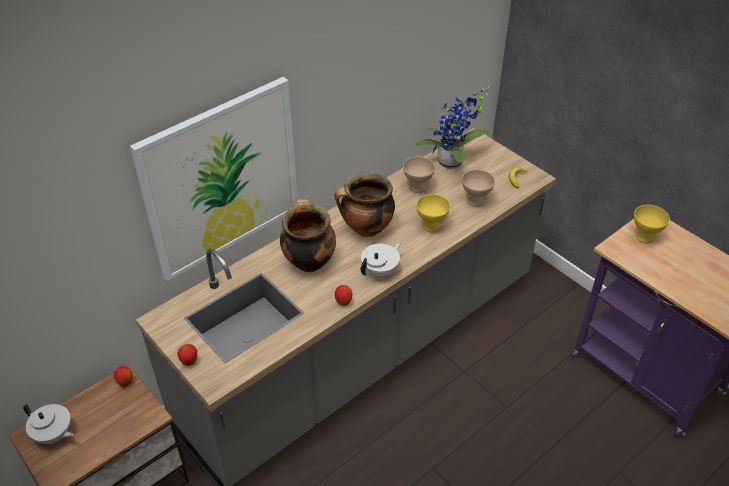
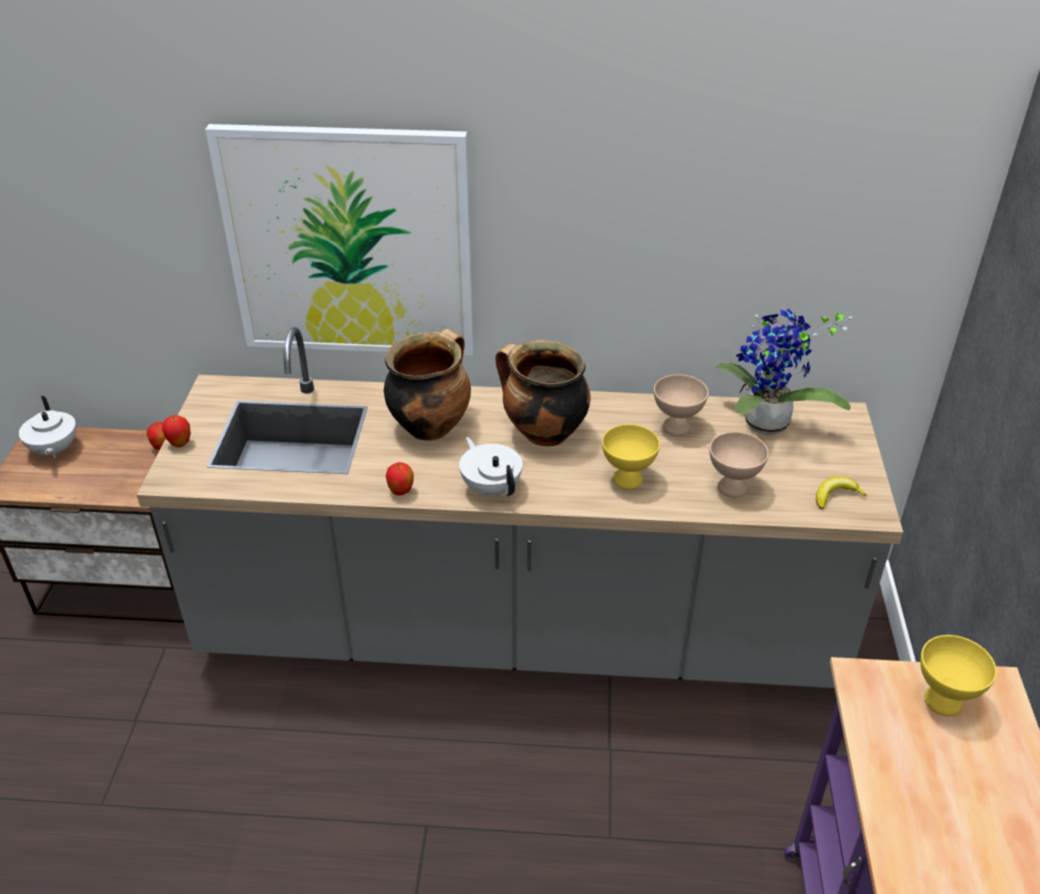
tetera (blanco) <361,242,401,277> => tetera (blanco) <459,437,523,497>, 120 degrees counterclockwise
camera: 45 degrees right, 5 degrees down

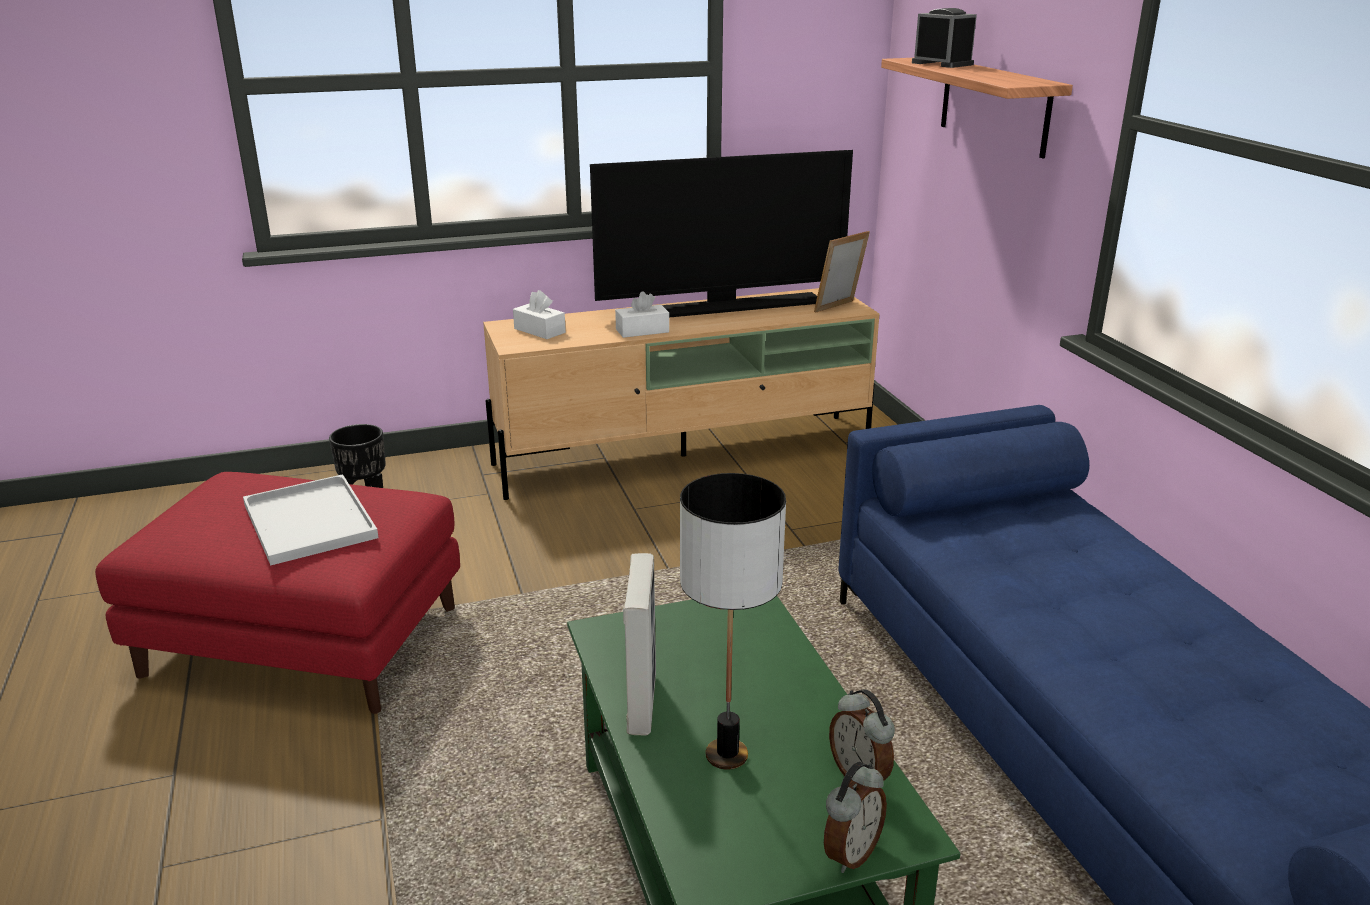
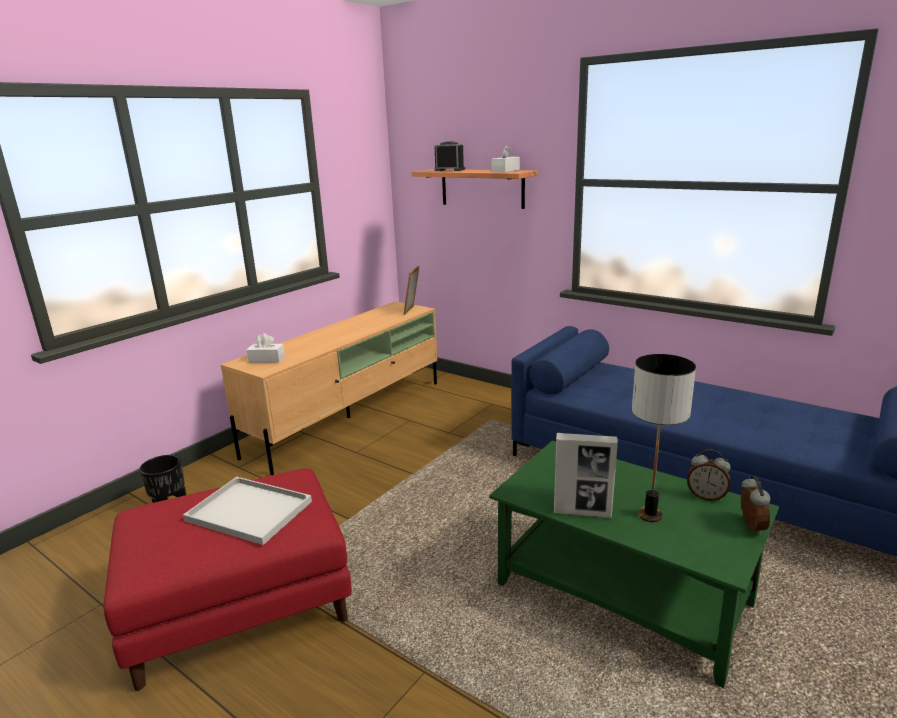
televisor <590,150,853,317> => nothing
caja de pañuelos (blanco) <615,291,669,338> => caja de pañuelos (blanco) <492,145,520,172>, shifted
portarretratos <623,553,656,735> => portarretratos <554,433,618,518>, 135 degrees clockwise
camera: 35 degrees left, 5 degrees down

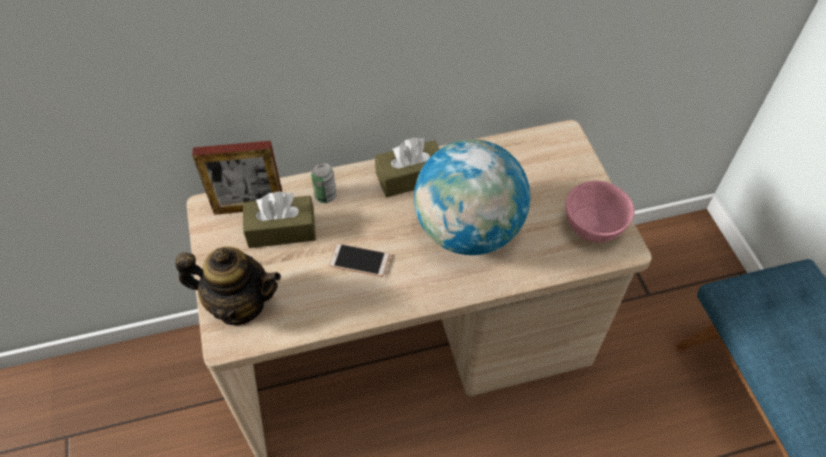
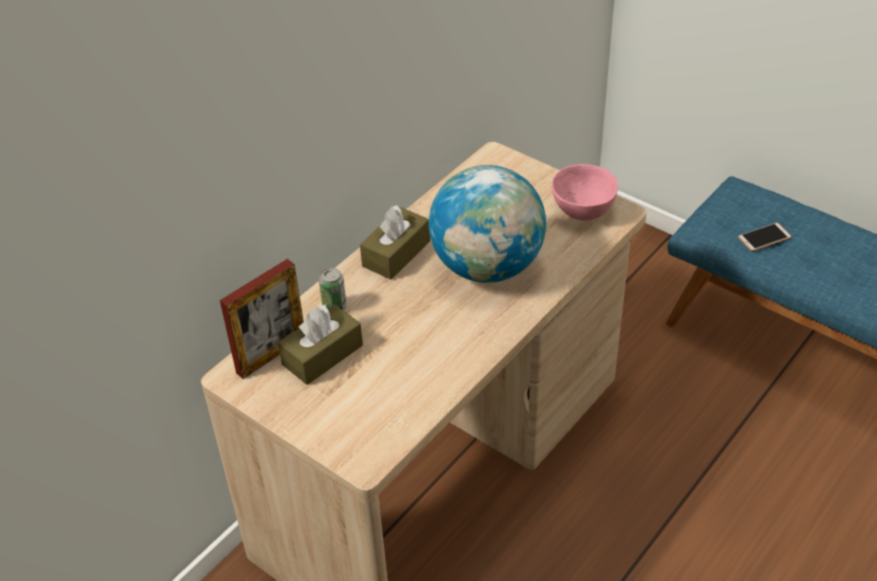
tetera <175,247,281,325> => nothing
móvil <329,243,390,277> => móvil <738,223,791,251>, shifted
camera: 35 degrees left, 10 degrees down

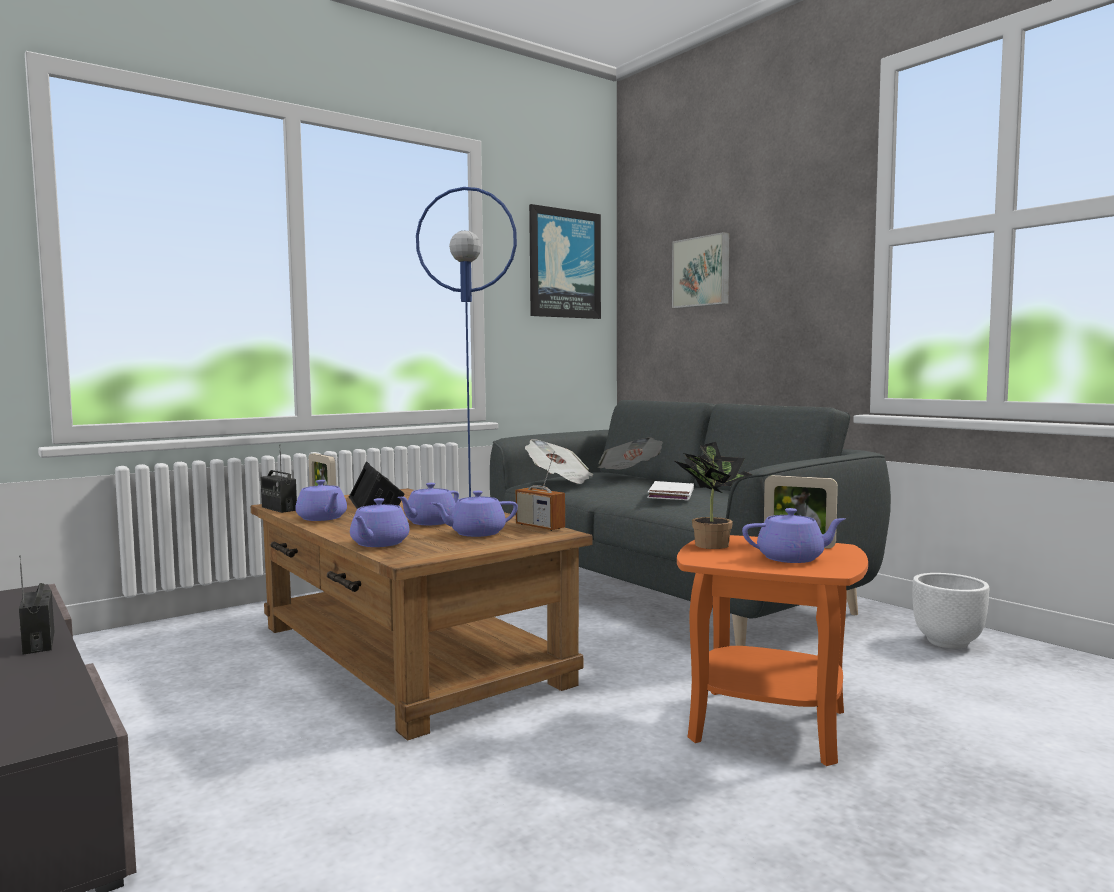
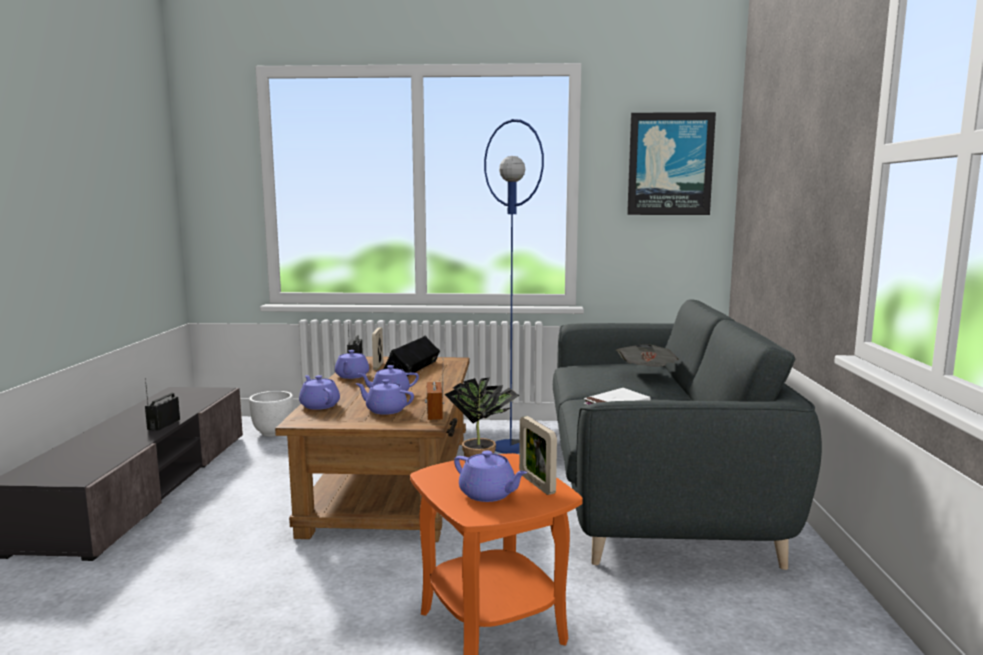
tetera (morado) <350,498,409,547> => tetera (morado) <299,375,340,410>, 90 degrees clockwise
periódico <525,439,593,484> => nothing
cuadro <672,232,729,308> => nothing
maceta (blanco) <912,573,989,649> => maceta (blanco) <249,391,293,437>, shifted
camera: 40 degrees right, 5 degrees up

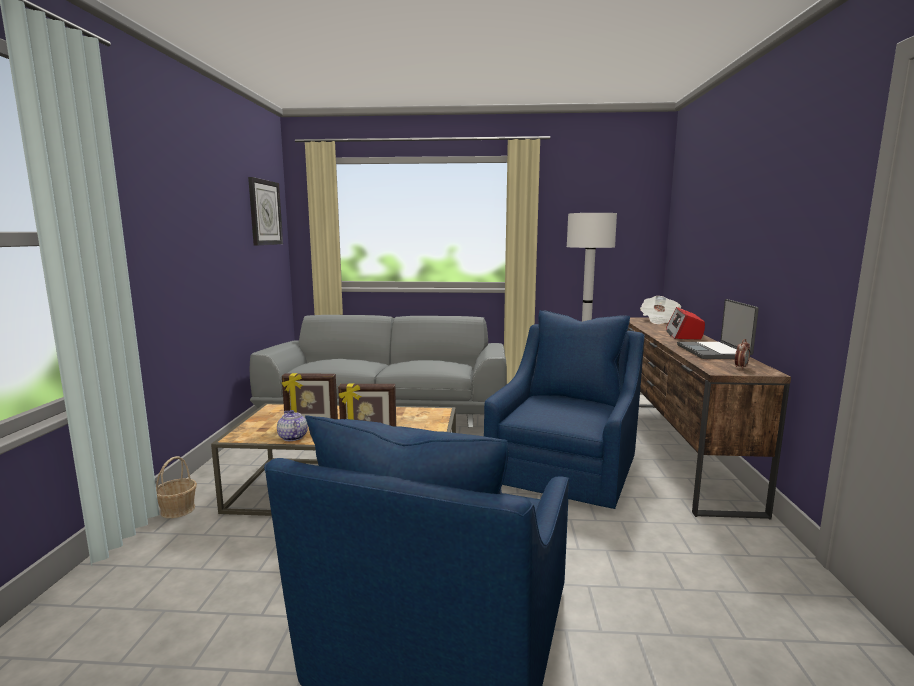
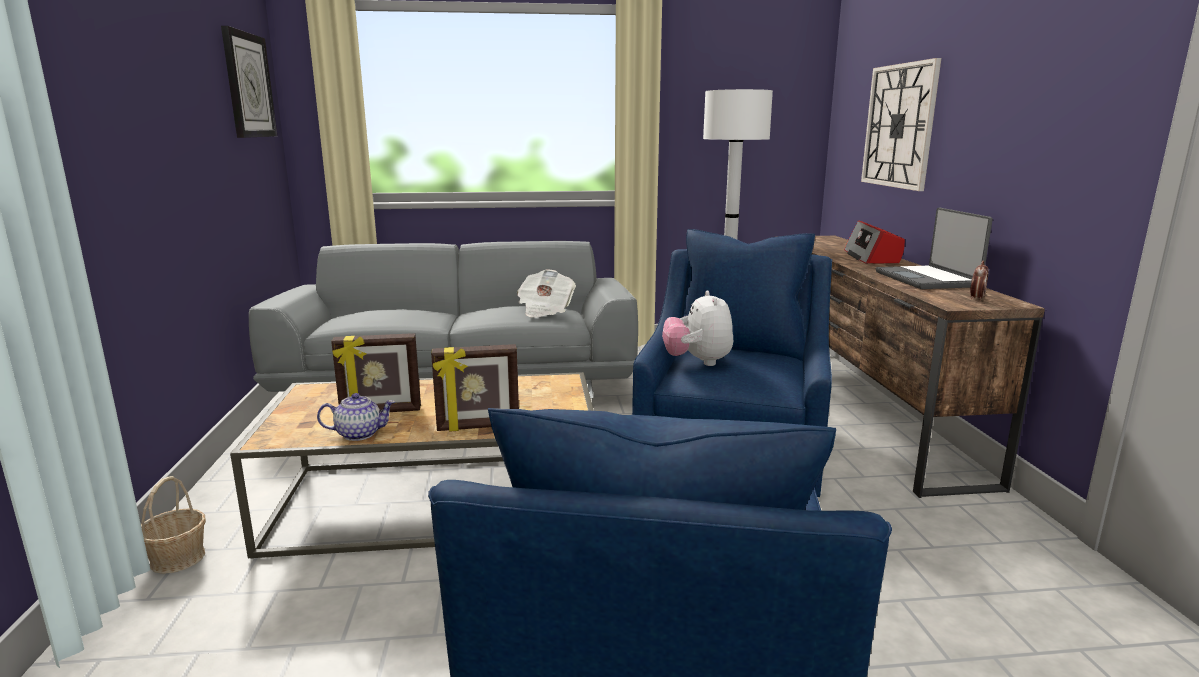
tetera <277,410,308,441> => tetera <317,393,395,441>, 120 degrees clockwise
periódico <640,296,681,324> => periódico <517,270,576,318>, shifted
nothing => peluche <662,290,733,366>
nothing => reloj de pared <861,58,941,191>
camera: 10 degrees left, 5 degrees up

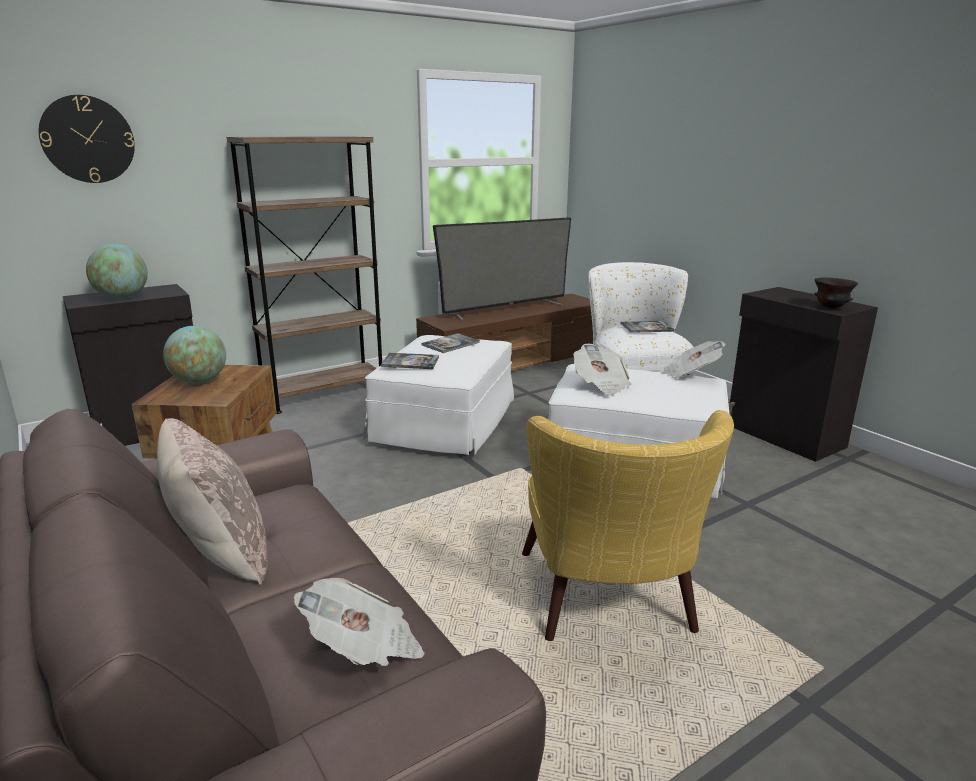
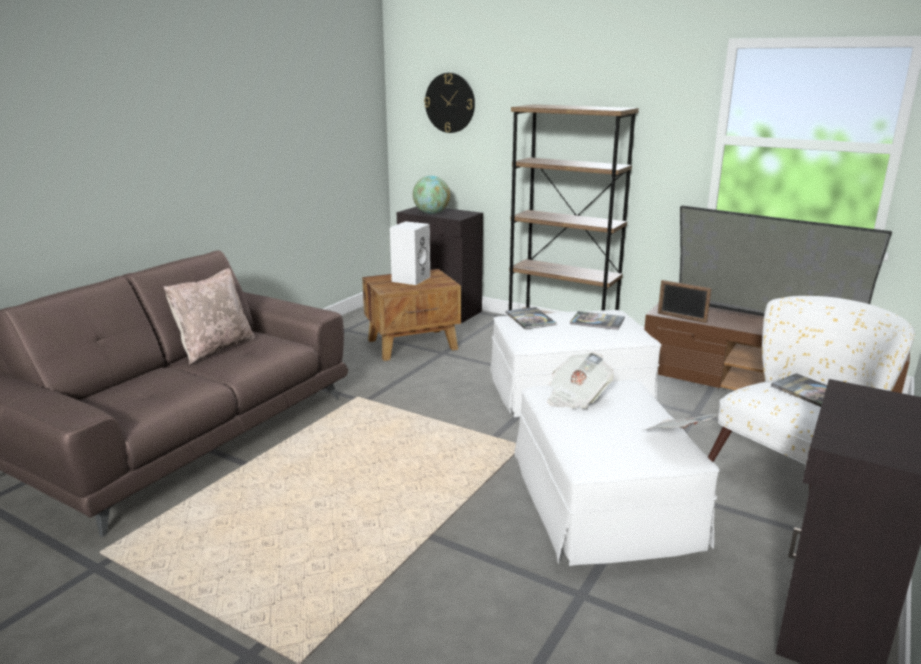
globo terráqueo <163,326,226,384> => altavoz (blanco) <390,221,430,285>
periódico <294,578,425,666> => nothing
sillón (amarillo) <522,410,734,641> => nothing
cuenco (negro) <814,278,858,309> => nothing
nothing => portarretratos <658,280,712,323>
camera: 65 degrees right, 0 degrees up

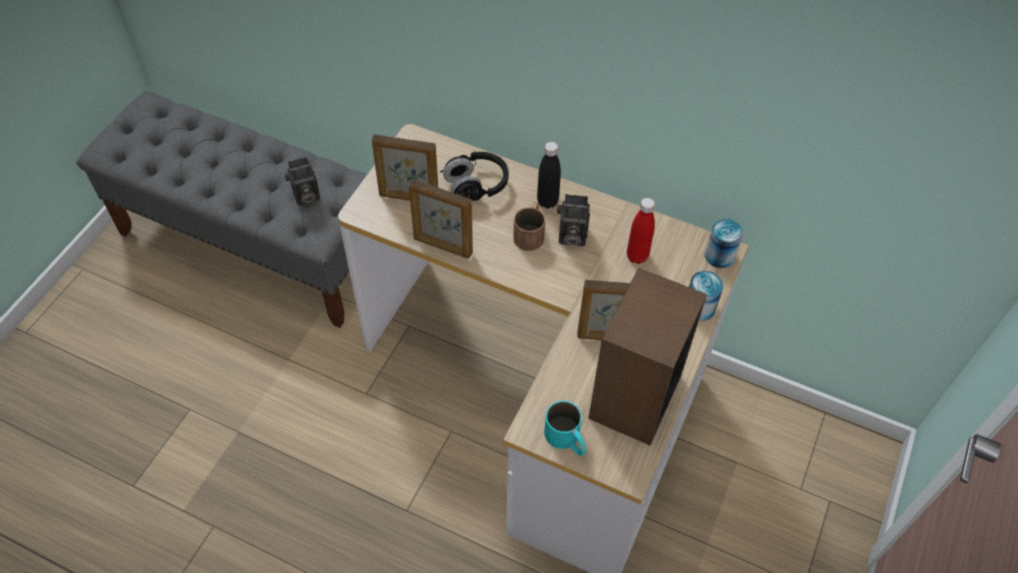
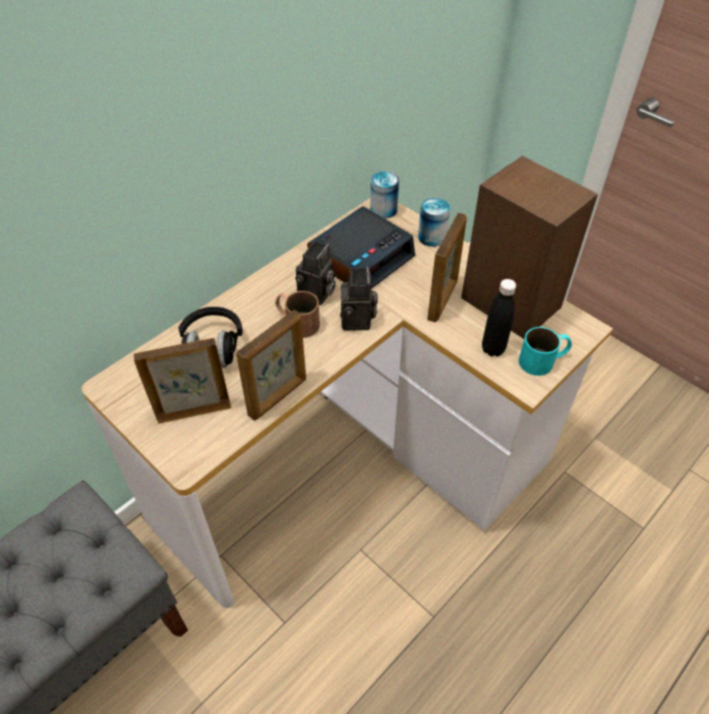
cámara <284,157,320,206> => cámara <340,266,378,331>, shifted
portarretratos <372,134,438,201> => portarretratos <134,338,231,424>, 135 degrees counterclockwise
botella (negro) <537,142,561,209> => botella (negro) <482,279,516,356>, shifted
botella (rojo) <627,198,655,264> => despertador <307,206,415,289>
camera: 70 degrees left, 5 degrees down

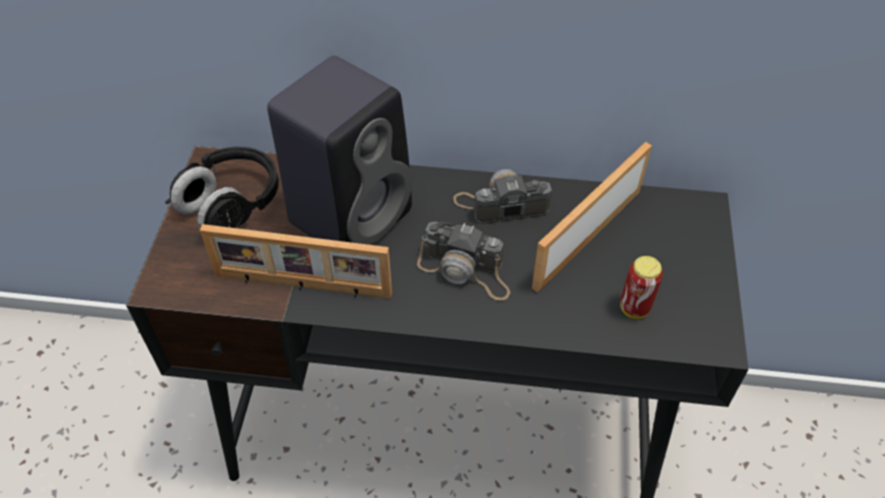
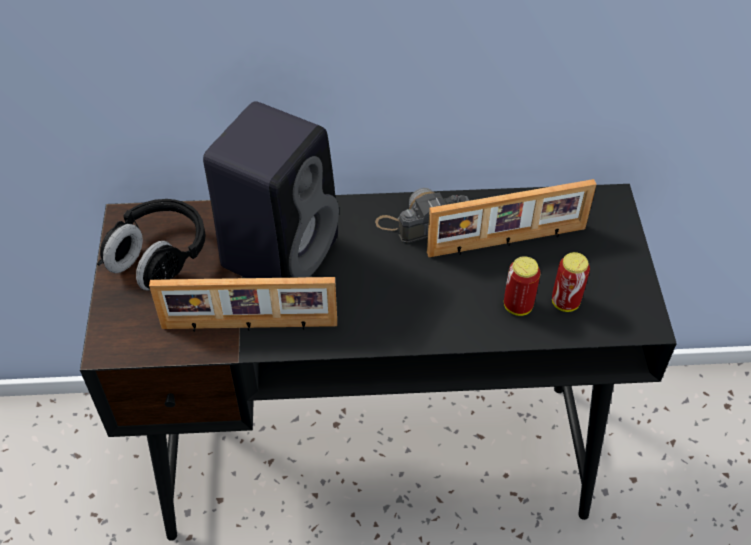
cámara <417,221,510,300> => nothing
portarretratos <532,142,652,292> => portarretratos <427,179,597,257>, 135 degrees counterclockwise
nothing => lata <504,256,541,316>
camera: 10 degrees left, 0 degrees up

